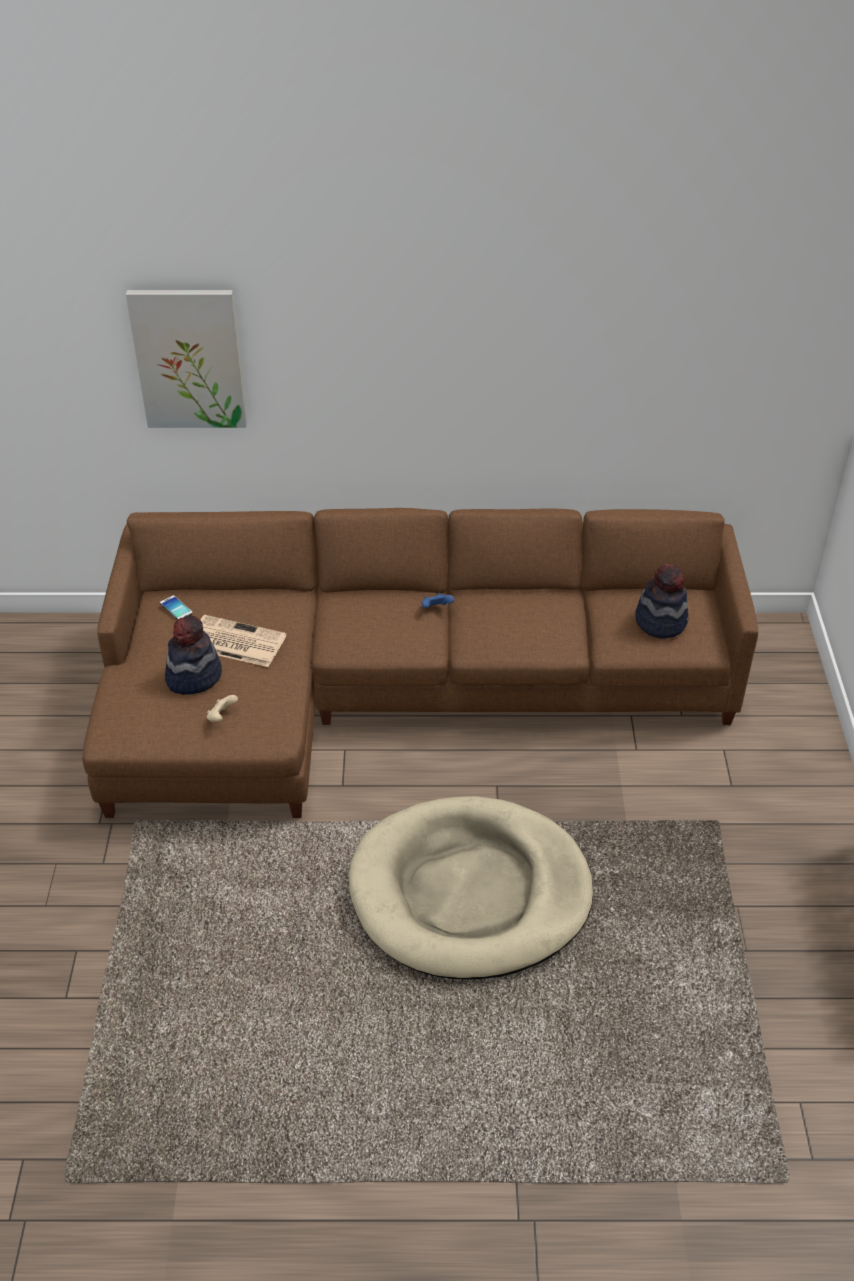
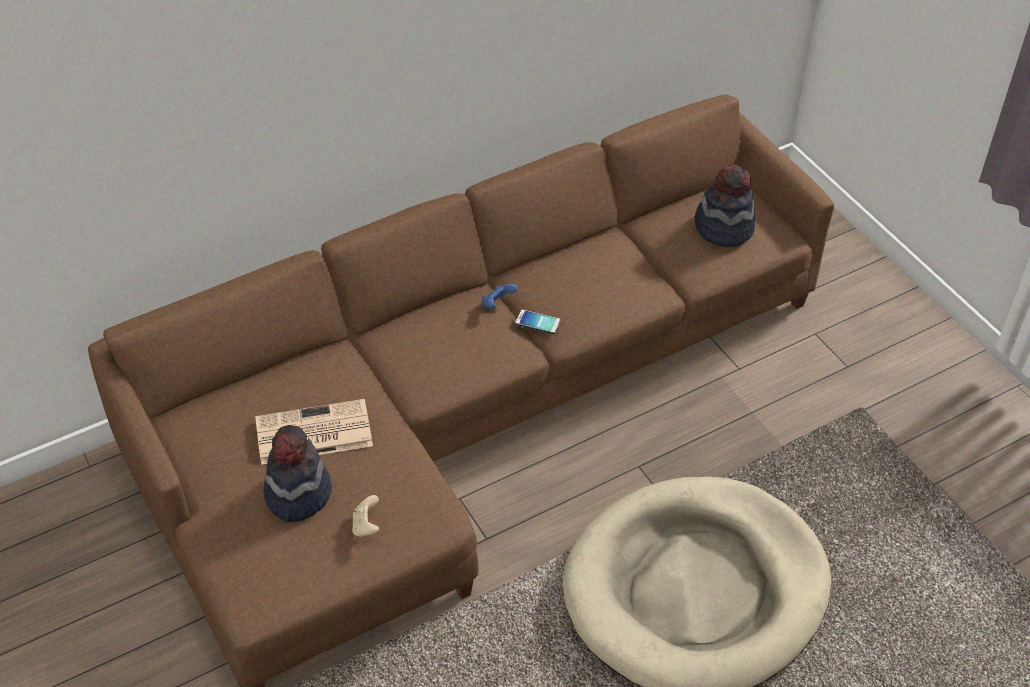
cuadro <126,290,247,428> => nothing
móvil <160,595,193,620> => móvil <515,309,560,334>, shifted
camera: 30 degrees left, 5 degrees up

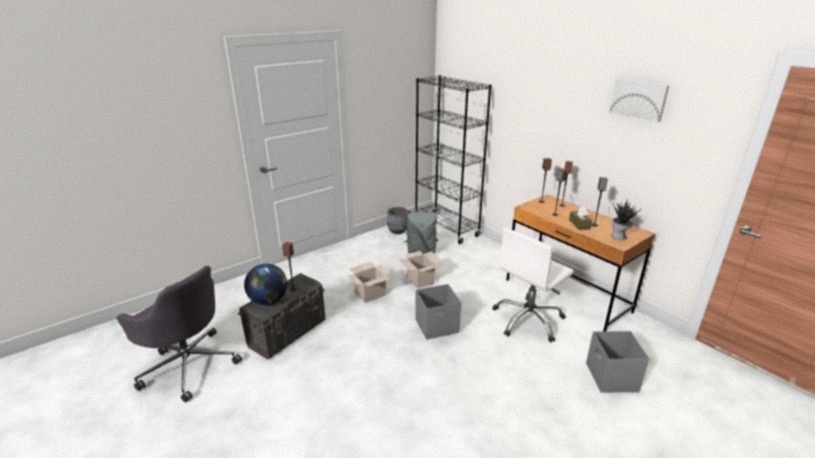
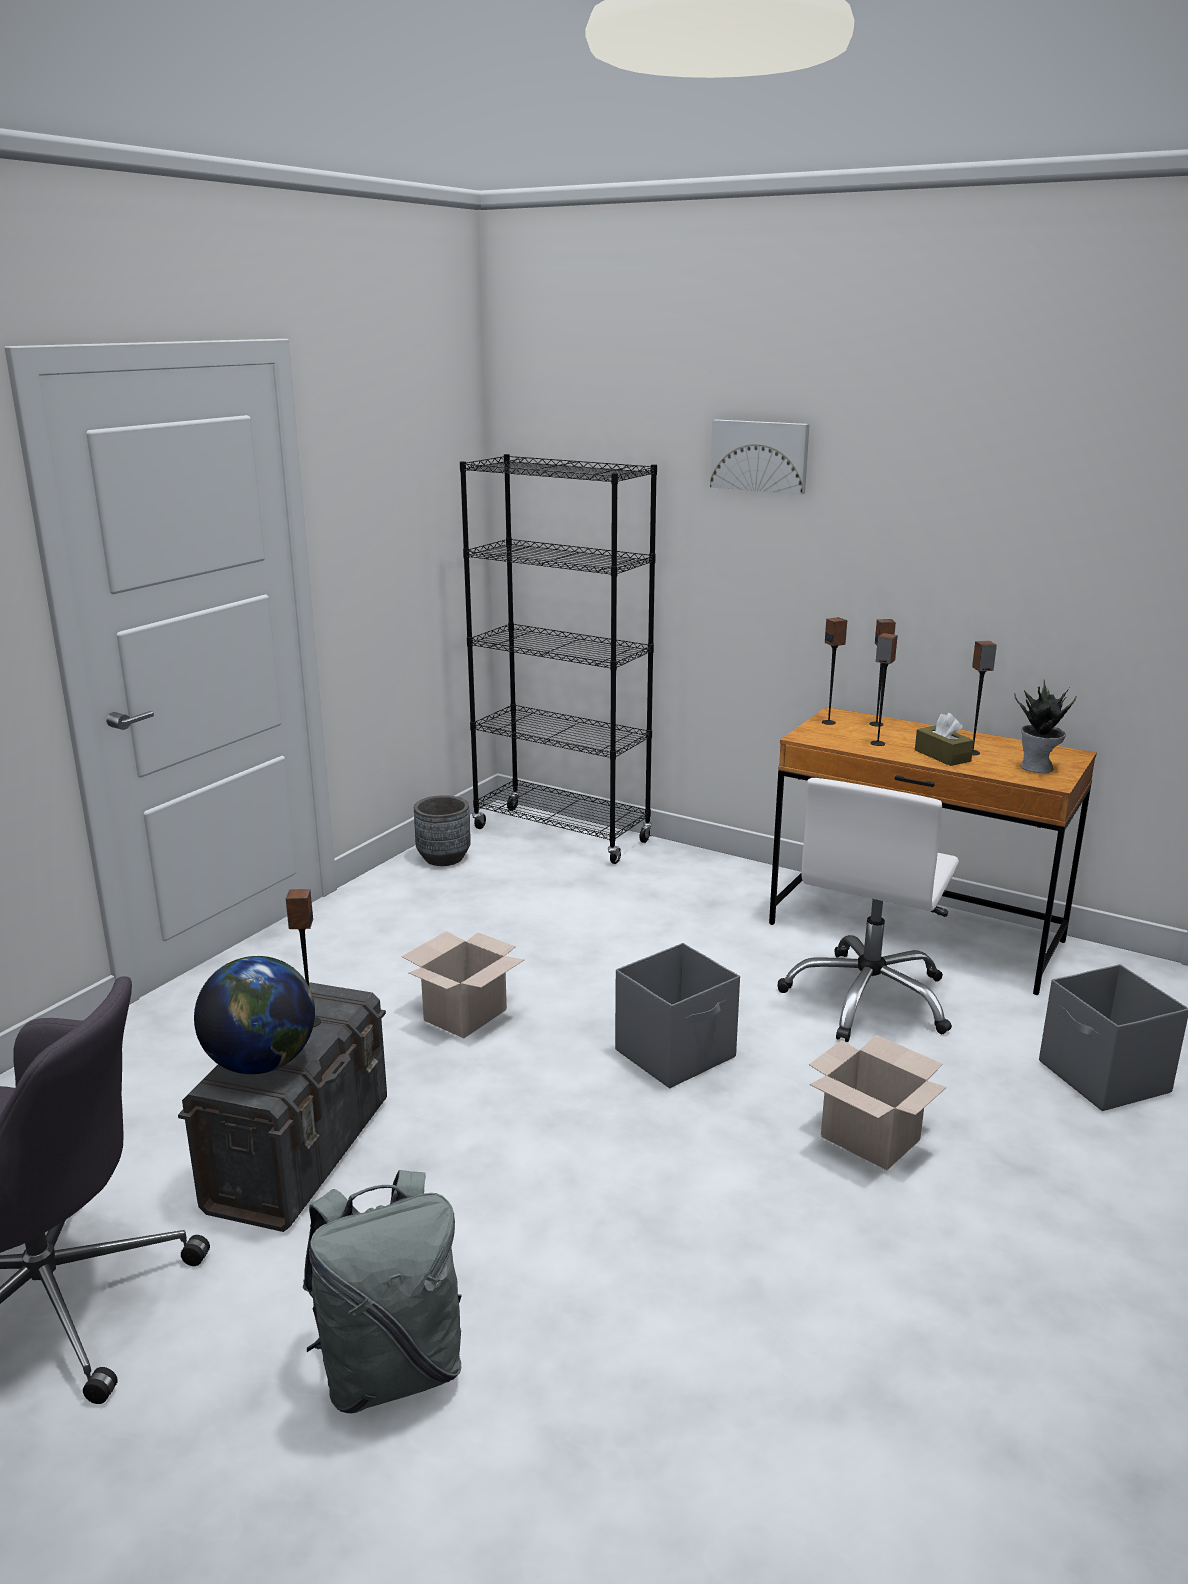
caja de cartón <399,251,443,289> => caja de cartón <809,1035,947,1170>, shifted
mochila (gris) <404,208,438,254> => mochila (gris) <303,1170,462,1414>, shifted
cuadro <609,79,669,122> => cuadro <710,420,810,495>, shifted
camera: 20 degrees left, 5 degrees down

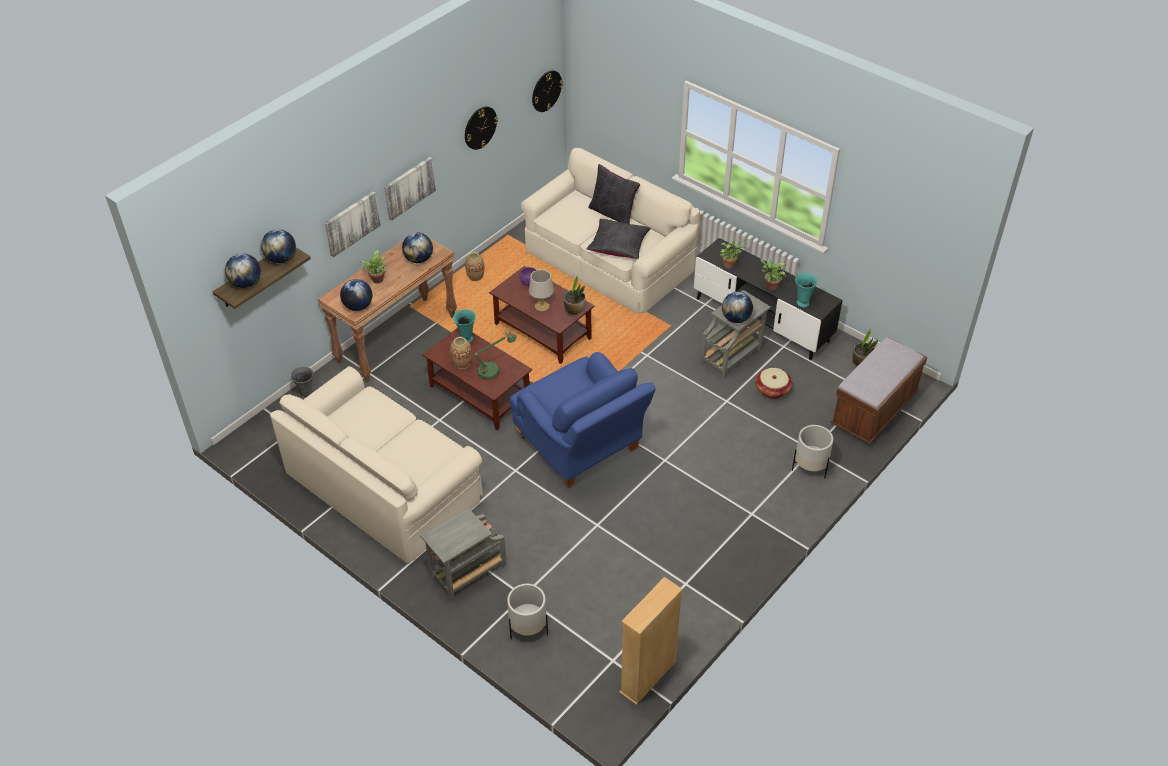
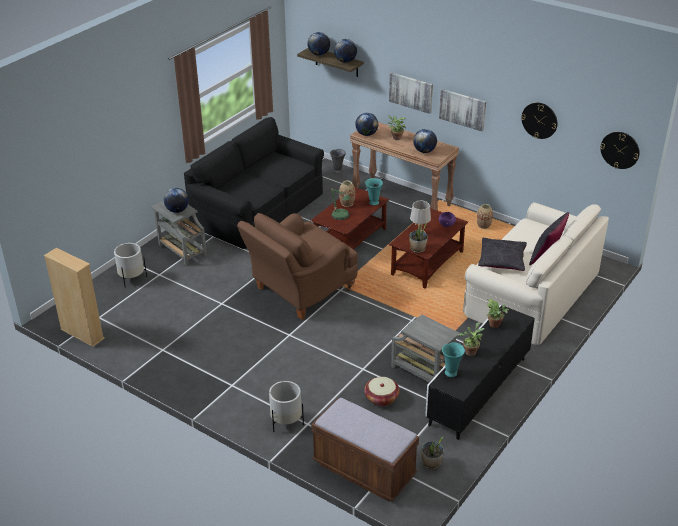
sofá (beis) <270,366,483,563> => sofá (negro) <184,117,324,249>
sillón (azul) <510,352,656,488> => sillón (marrón) <237,213,358,320>
globo terráqueo <722,292,753,323> => globo terráqueo <164,188,189,213>, shifted
camera: 85 degrees right, 10 degrees down

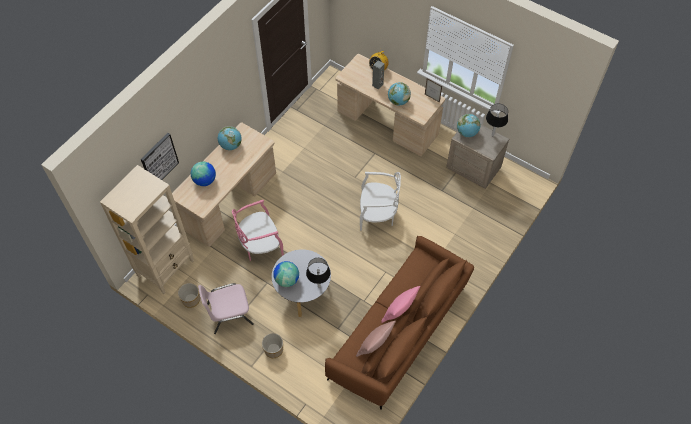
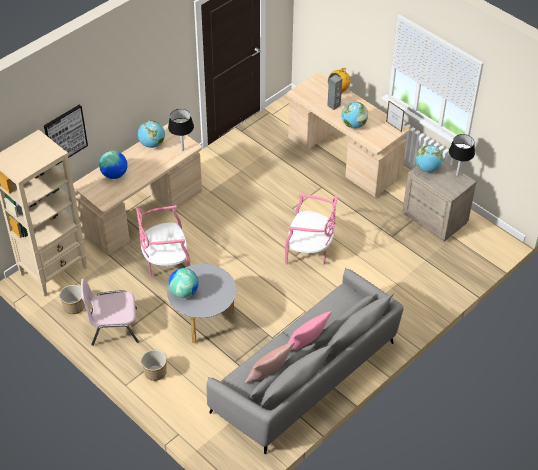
lámpara de mesa (negro) <306,258,331,288> => lámpara de mesa (negro) <168,109,194,151>, shifted
sofá (marrón) <325,236,474,409> => sofá (gris) <206,268,403,454>
silla (blanco) <360,172,401,231> => silla (rosa) <285,194,338,265>
camera: 10 degrees right, 10 degrees down

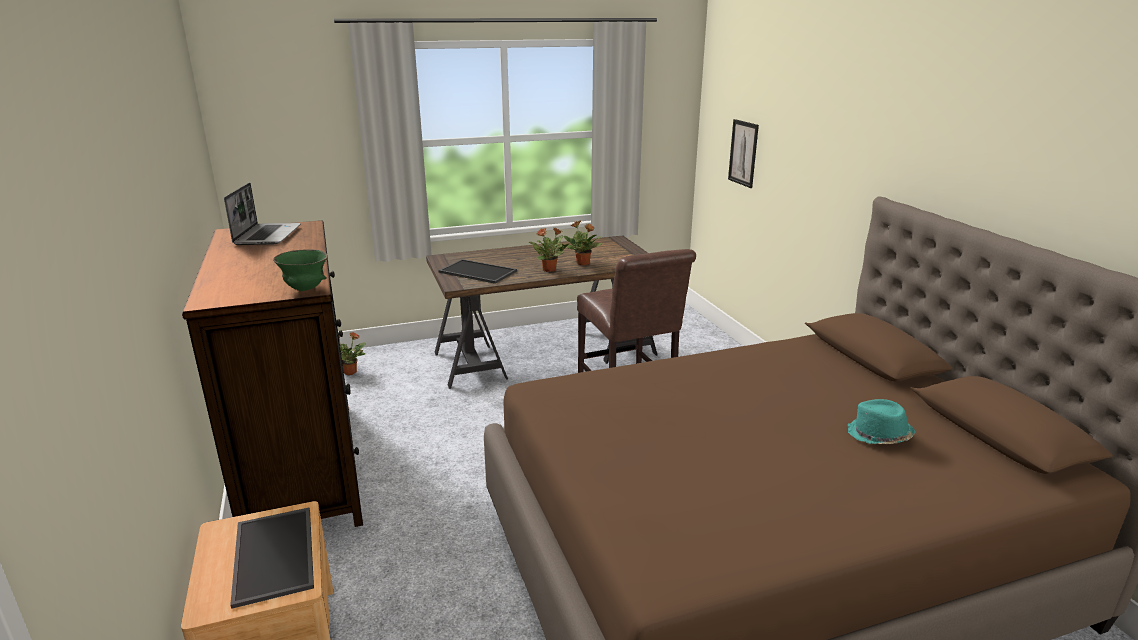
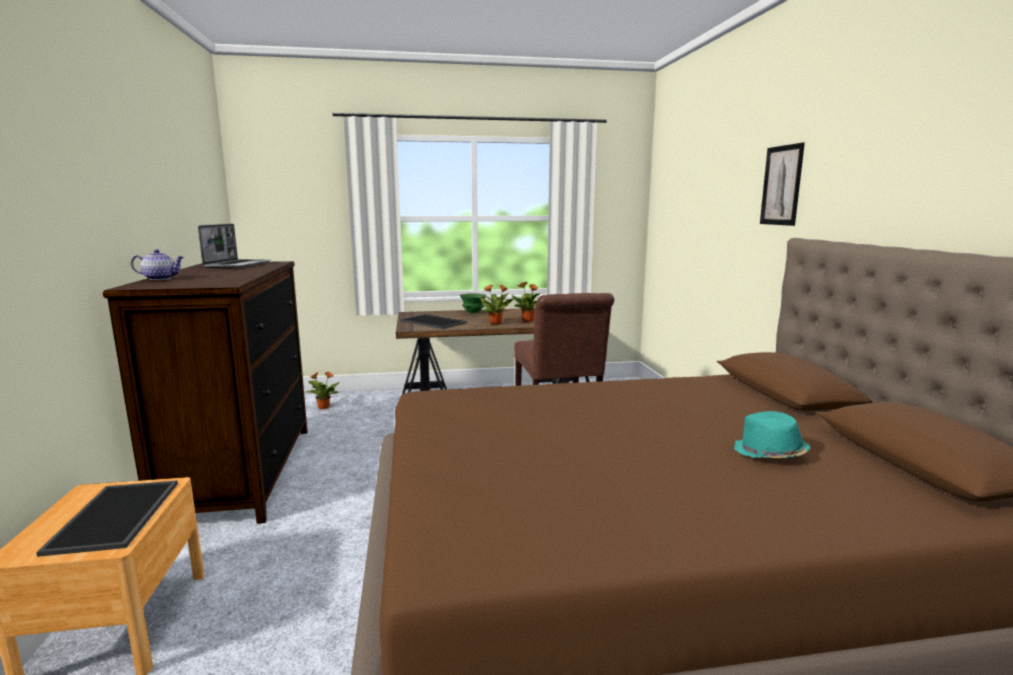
cuenco (verde) <273,249,328,291> => cuenco (verde) <460,294,486,313>, shifted
cuadro <728,119,759,188> => cuadro <760,143,805,226>, shifted
nothing => tetera <131,249,184,280>
camera: 10 degrees right, 10 degrees down

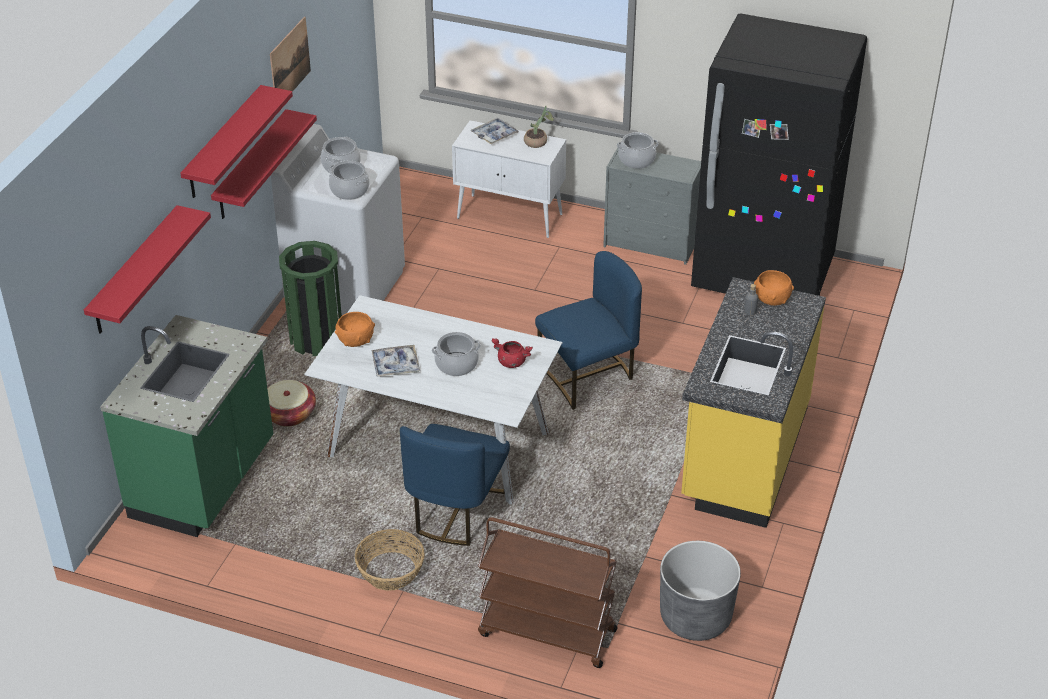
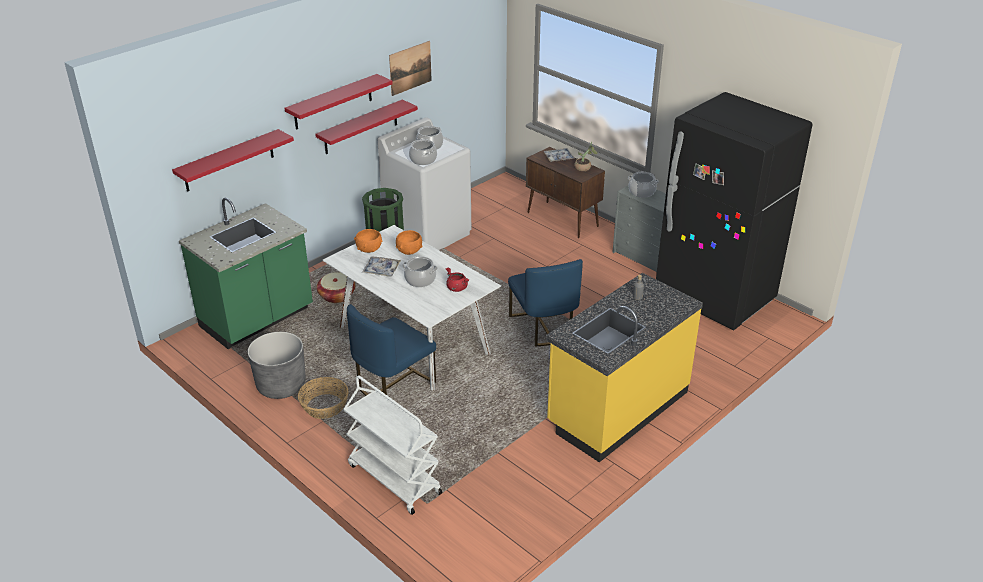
armario (blanco) <452,121,566,238> => armario (marrón) <526,147,605,238>
carrito (marrón) <478,517,617,668> => carrito (blanco) <343,375,442,515>
silla (azul) <535,251,642,410> => silla (azul) <508,259,583,346>, 75 degrees clockwise
maceta (gris) <660,541,741,641> => maceta (gris) <248,332,306,399>, shifted
cuenco (naranja) <754,270,794,306> => cuenco (naranja) <396,230,422,255>, shifted
camera: 25 degrees right, 5 degrees down

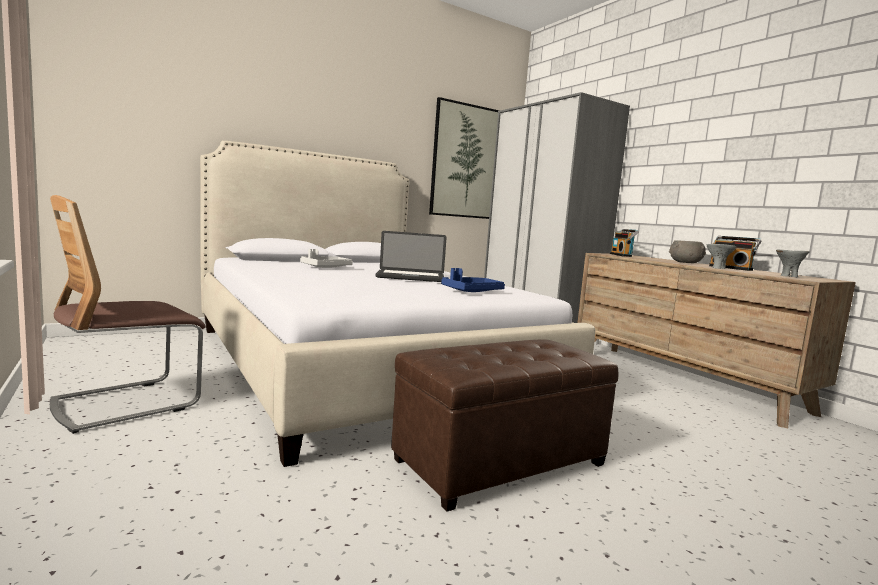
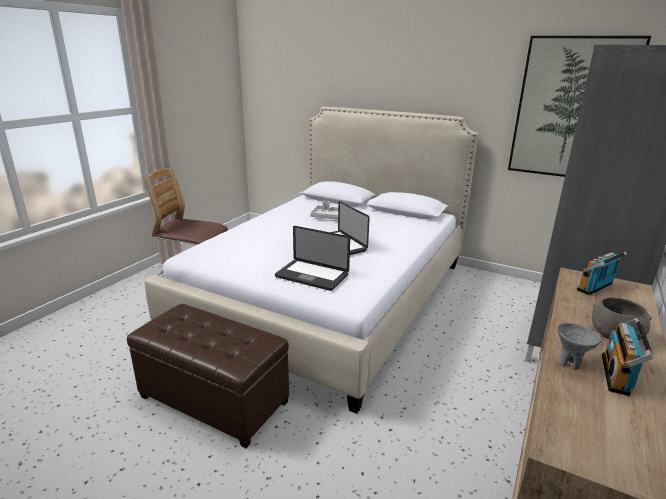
bandeja (azul) <441,268,505,292> => portátil <275,226,350,291>
cuenco (gris) <776,250,810,277> => nothing
camera: 60 degrees right, 15 degrees up

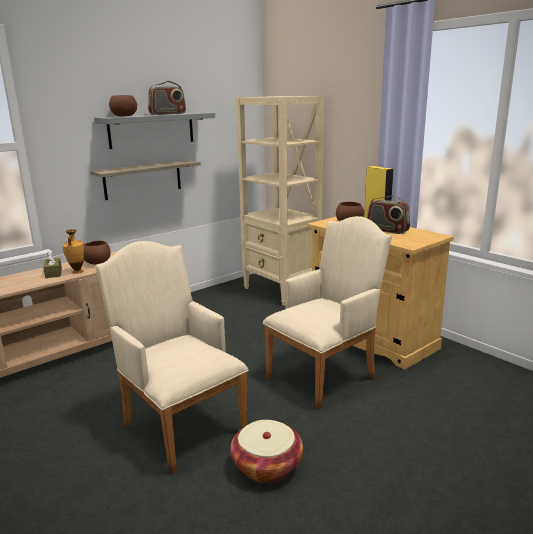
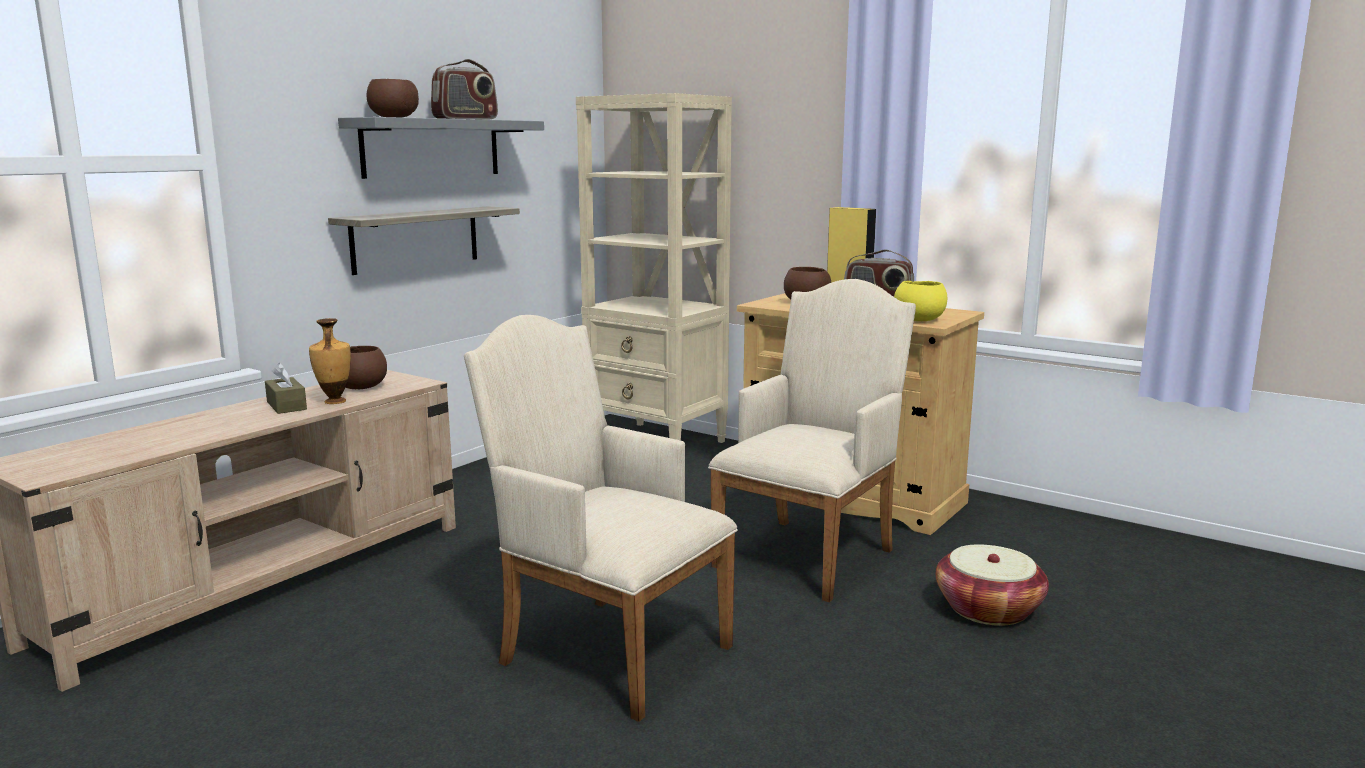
cesta <230,420,303,483> => cesta <936,544,1049,626>, shifted
nothing => cuenco (amarillo) <894,281,947,321>
camera: 15 degrees left, 5 degrees down

